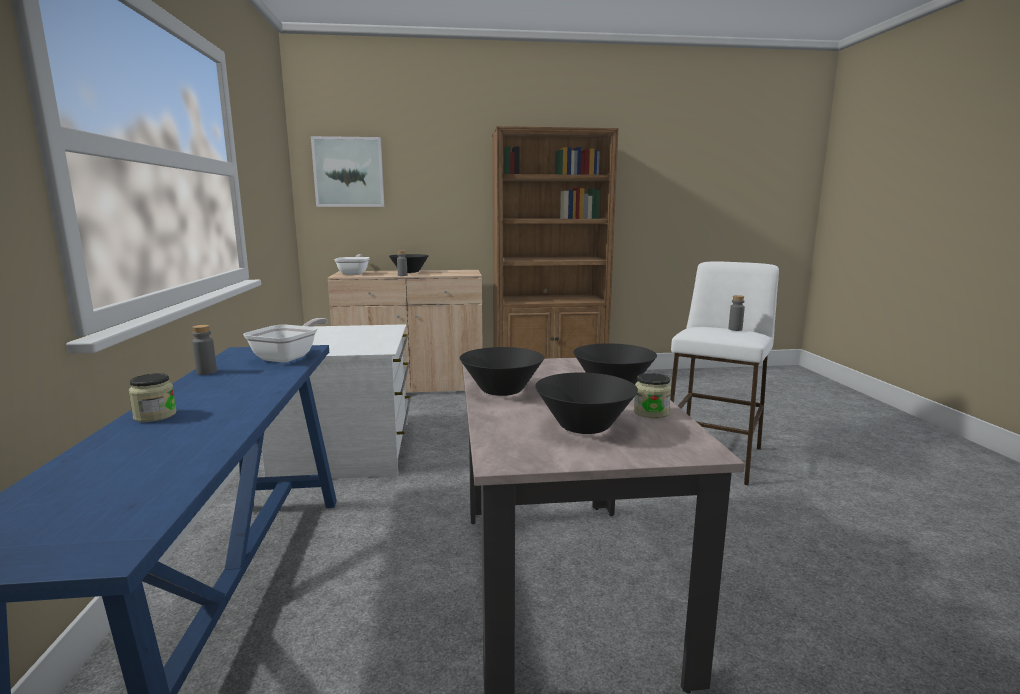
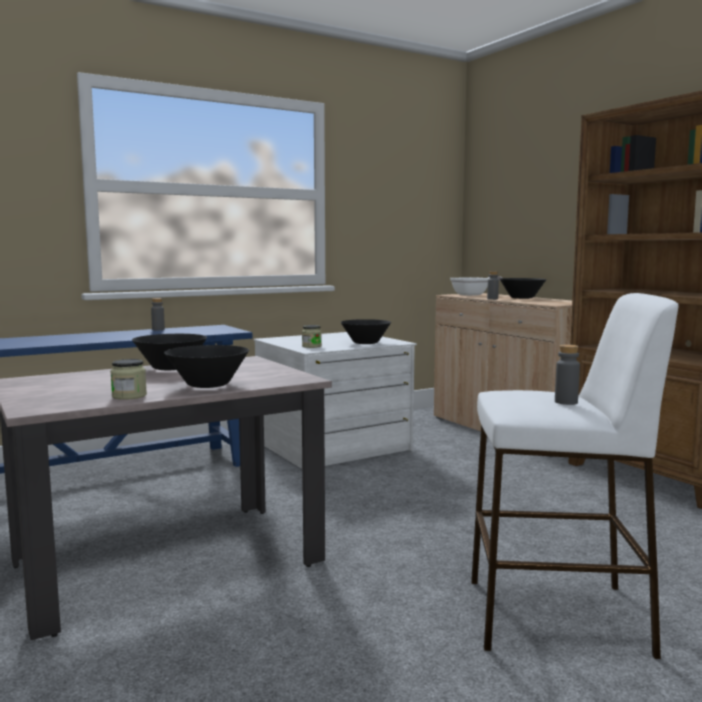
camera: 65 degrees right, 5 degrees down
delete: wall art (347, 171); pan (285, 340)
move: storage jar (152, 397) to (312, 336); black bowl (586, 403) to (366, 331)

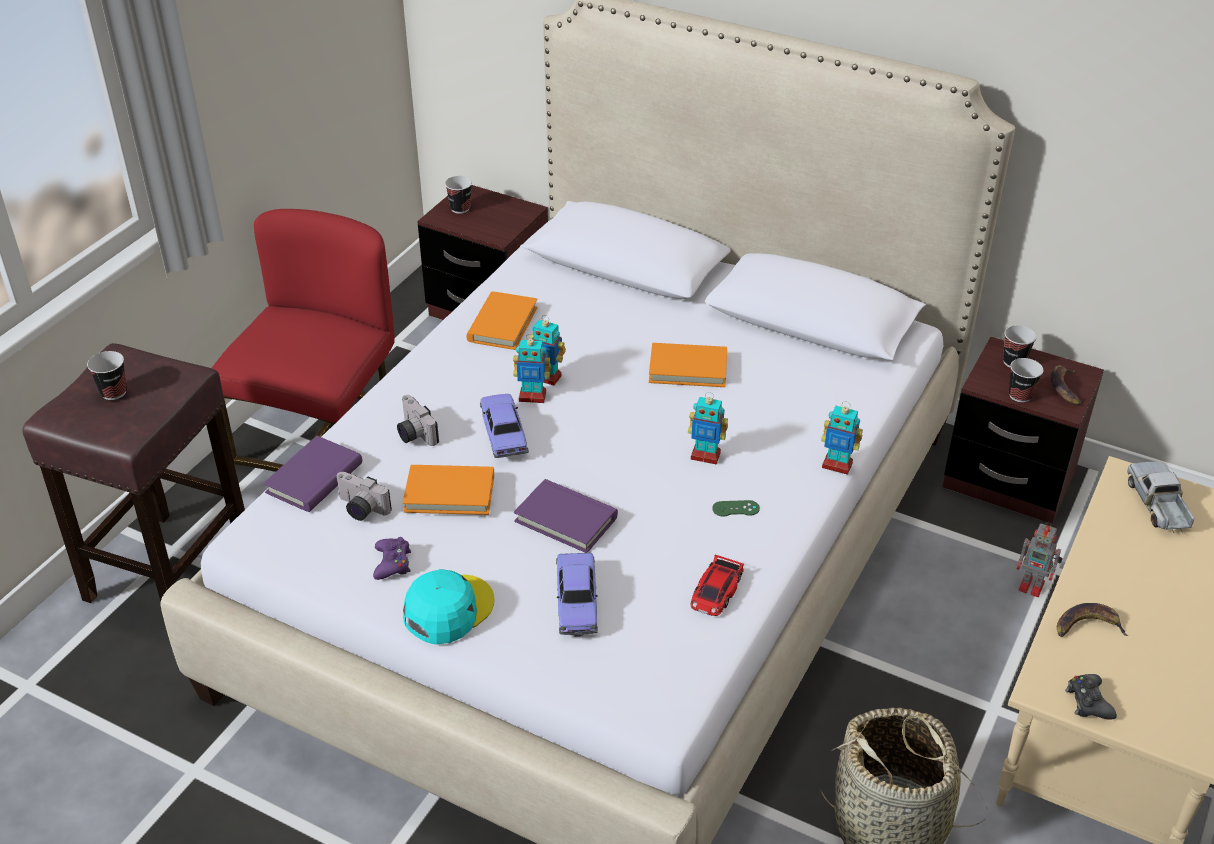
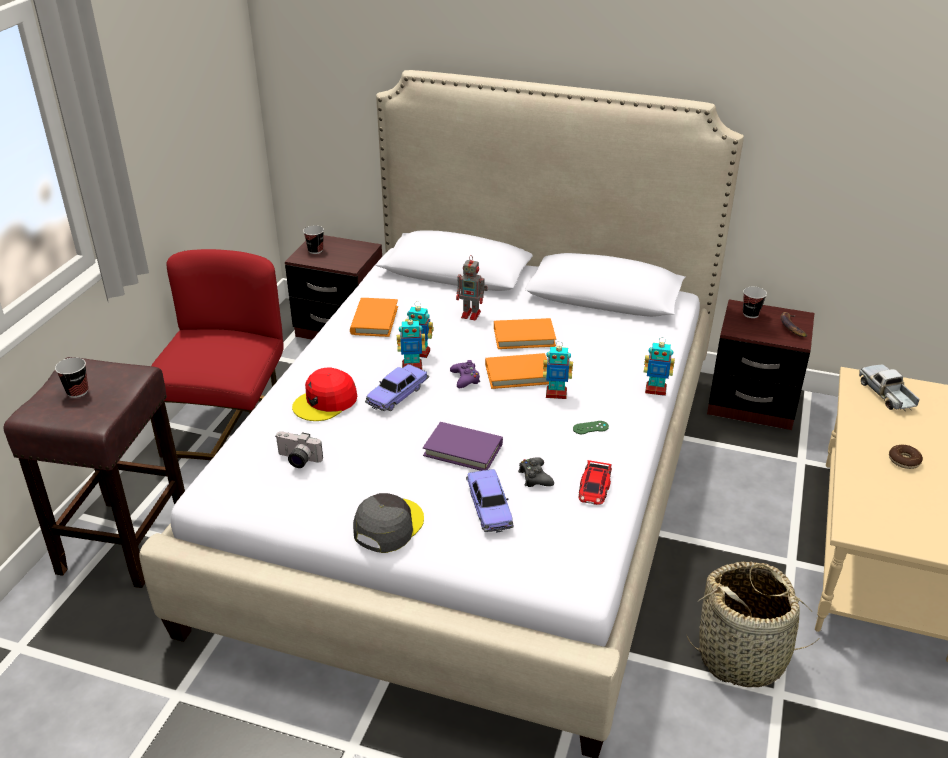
camera: 10 degrees left, 5 degrees down
delete: small cup (1026, 380); purple bound book (312, 474); banana fruit (1092, 620)
insert: doughnut (906, 457)
move: orange-coloured bound book (448, 490) to (517, 371); model robot (1040, 559) to (472, 287); purple joypad (392, 558) to (465, 374); black joypad (1091, 697) to (536, 472)
replace: photo camera (418, 420) to reddish peaked cap (324, 394)
recolor: blue-green peaked cap (449, 606) to greyish peaked cap (388, 523)
rotate: miniature car (504, 426) = (397, 387) 120 degrees counterclockwise

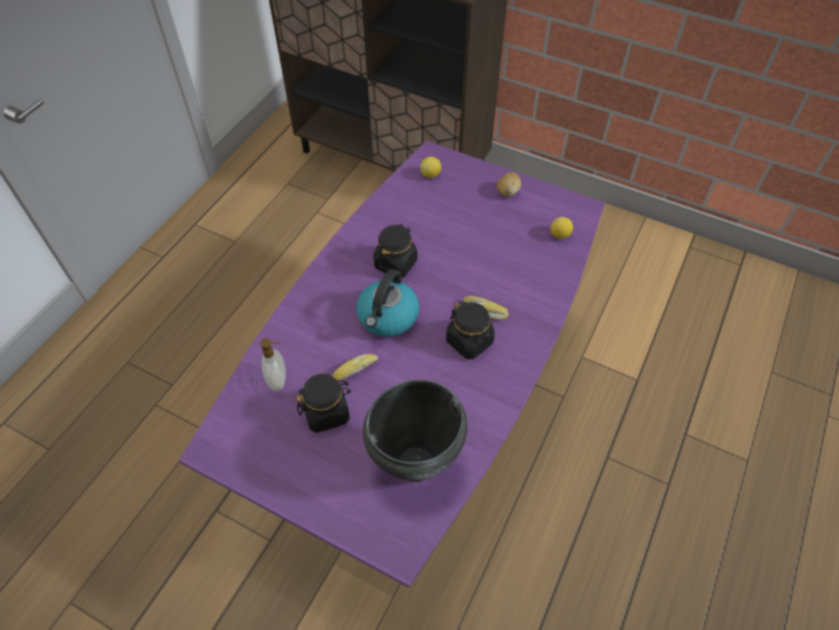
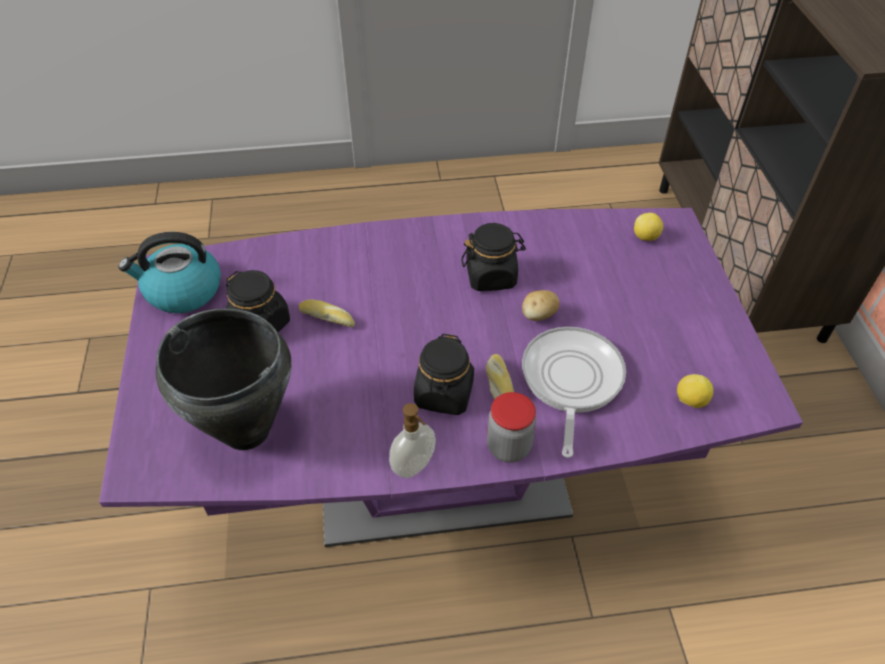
camera: 55 degrees right, 5 degrees down
insert: pan (574, 392); storage jar (511, 427)
move: potato (509, 185) to (540, 305); tea kettle (387, 303) to (169, 272); liquid soap bottle (273, 364) to (412, 440)

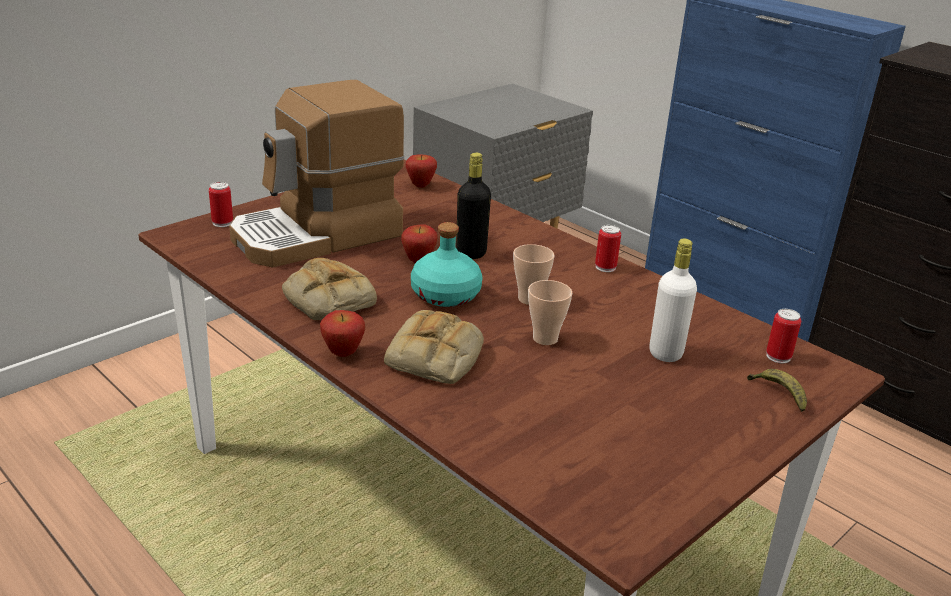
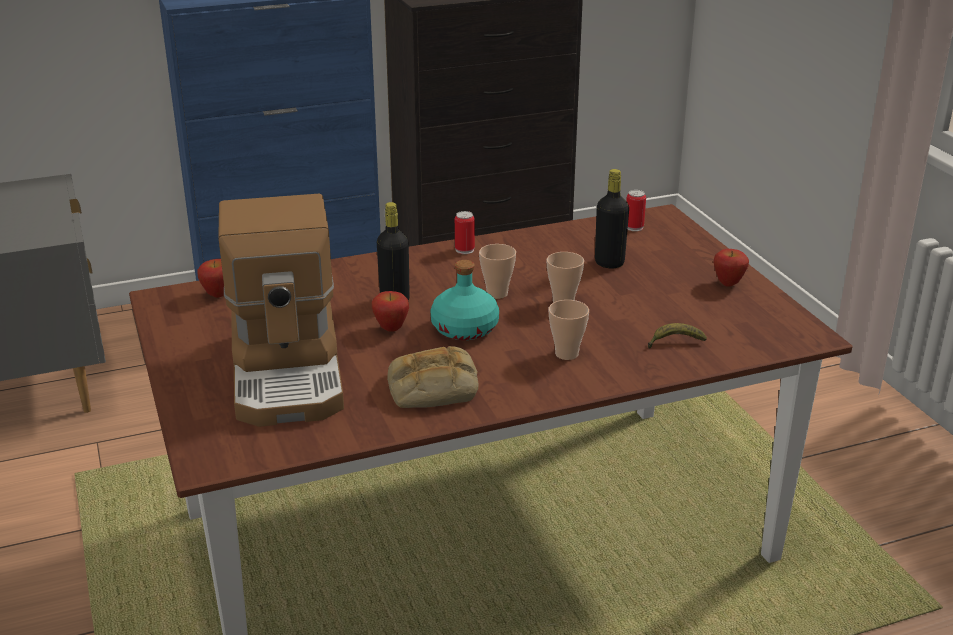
camera: 65 degrees left, 0 degrees up
delete: metal can (221, 204)
move: apple (342, 333) to (731, 268); banana fruit (777, 390) to (677, 336)
replace: bakery bread (434, 347) to small cup (569, 330)
recolor: white drink bottle (673, 300) to black drink bottle (612, 218)

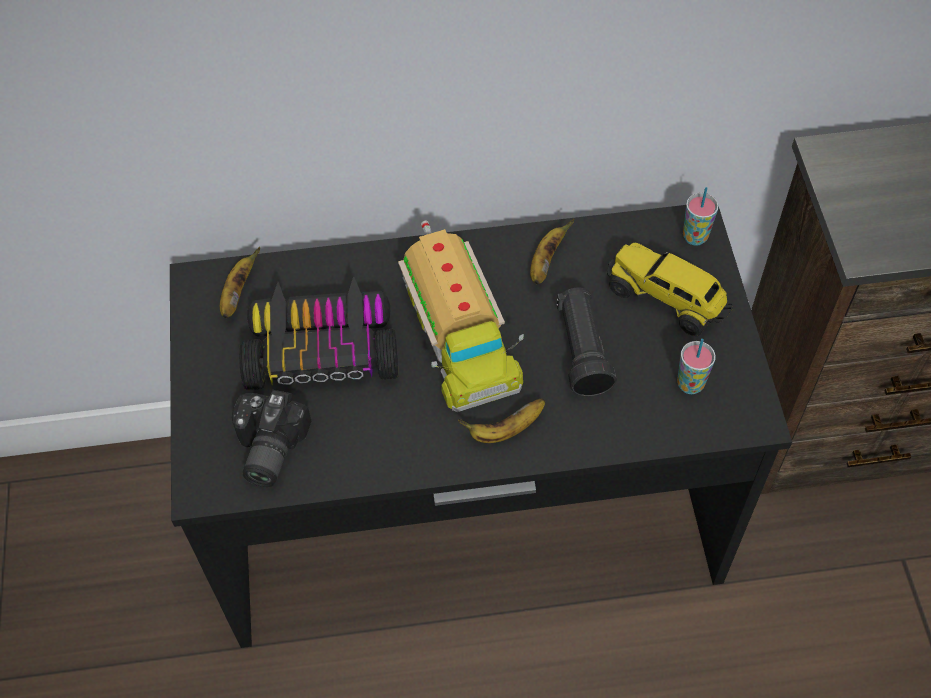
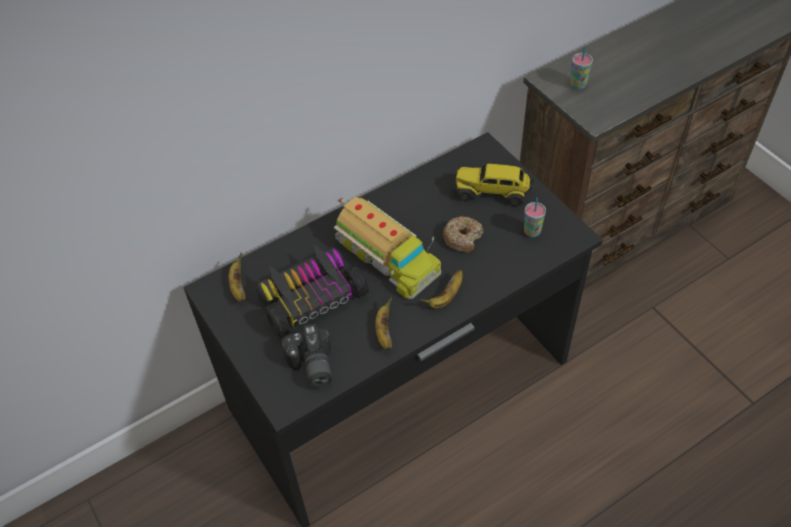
camera: 25 degrees left, 5 degrees down
move: small cup (701, 216) to (581, 67); banana fruit (552, 251) to (383, 323)
replace: black torch (587, 342) to doughnut (463, 234)

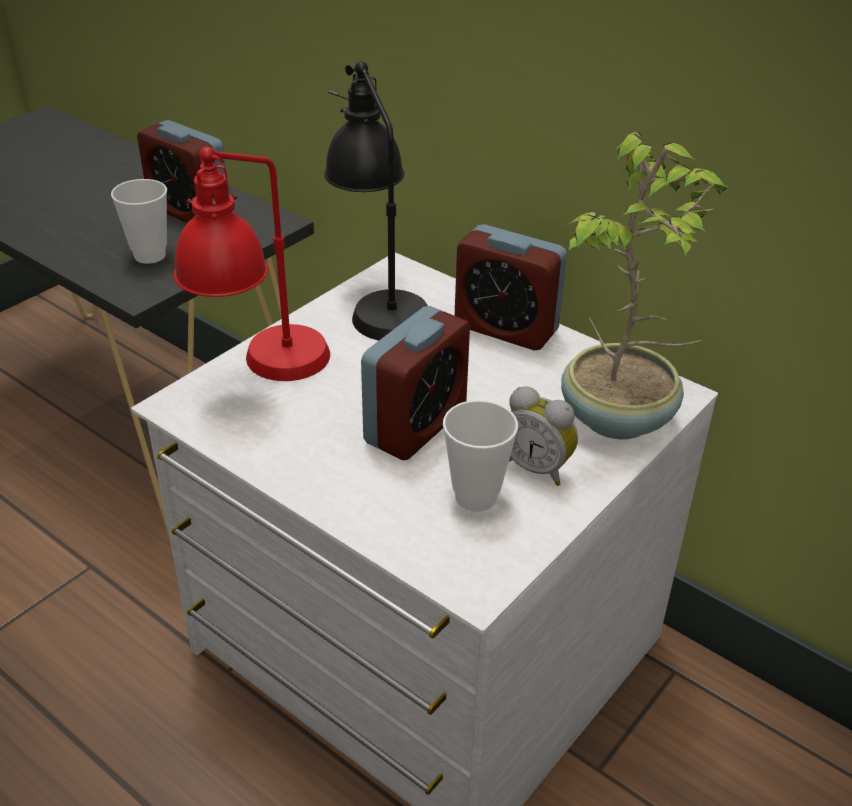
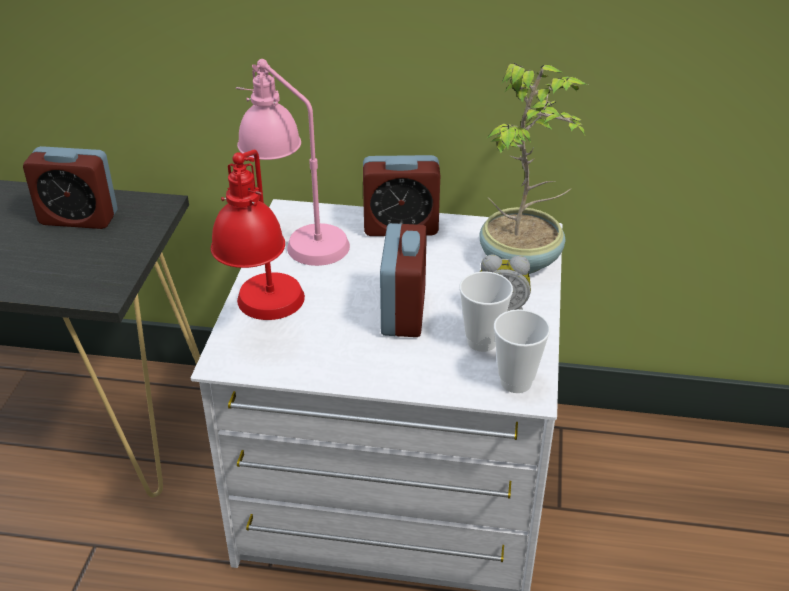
camera: 30 degrees left, 0 degrees up
move: small cup (139, 221) to (522, 351)
recolor: black tabletop lamp (376, 200) to pink-coloured tabletop lamp (293, 162)

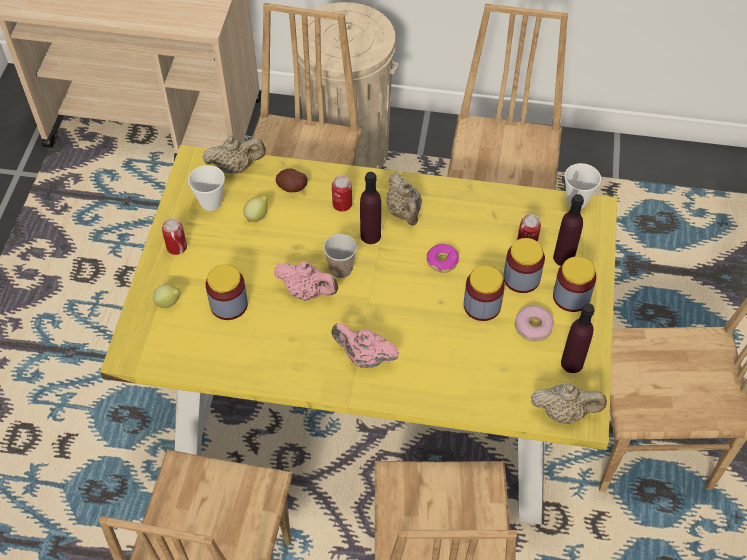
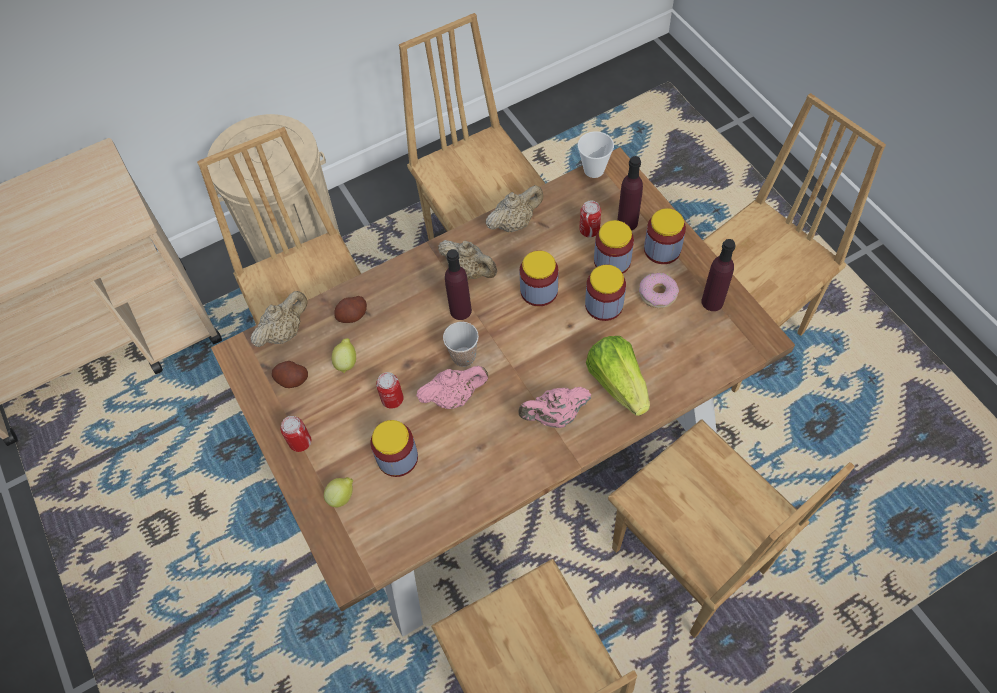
camera: 35 degrees left, 5 degrees up
insert: lettuce (618, 376)
move: metal can (342, 193) to (390, 390); beige teapot (569, 404) to (515, 208)
replace: small cup (206, 188) to potato (290, 374); doughnut (443, 258) to storage jar (539, 278)
recolor: yellowish dinner table (358, 334) to brown-coloured dinner table (503, 392)

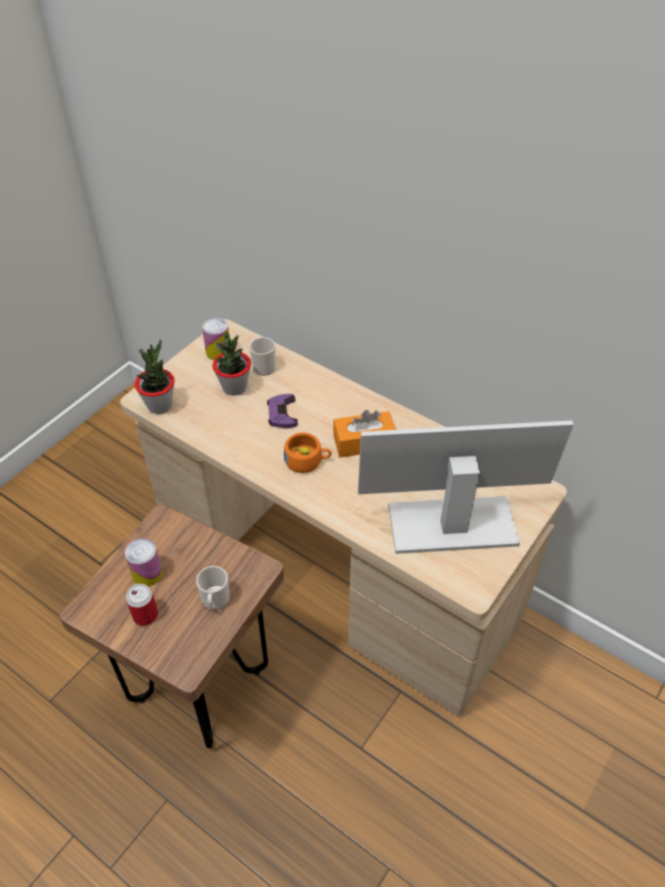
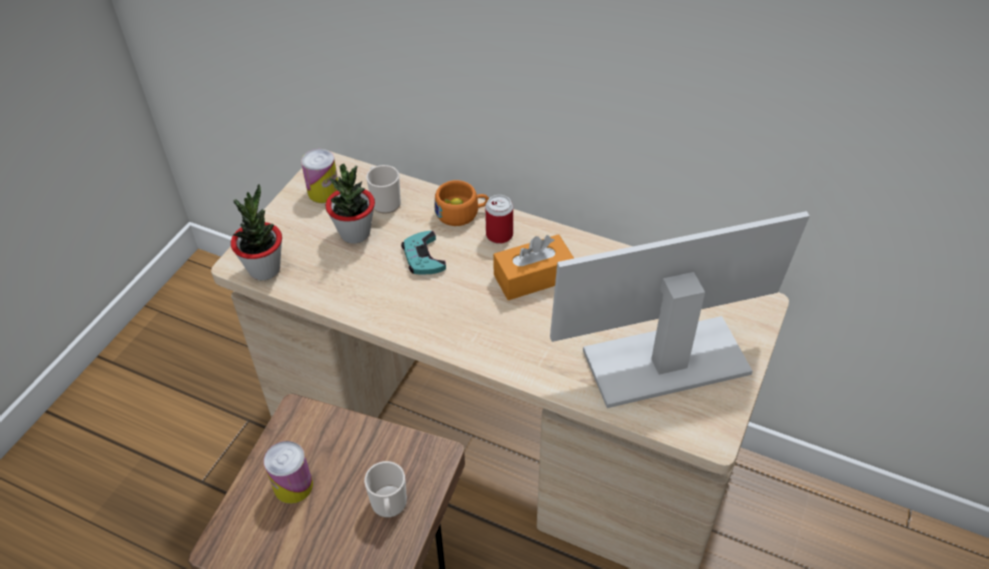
camera: 10 degrees left, 0 degrees up
move: orange-coloured small cup (308, 452) to (462, 203); metal can (142, 605) to (499, 219)
recolor: purple joypad (282, 411) to blue-green joypad (423, 253)

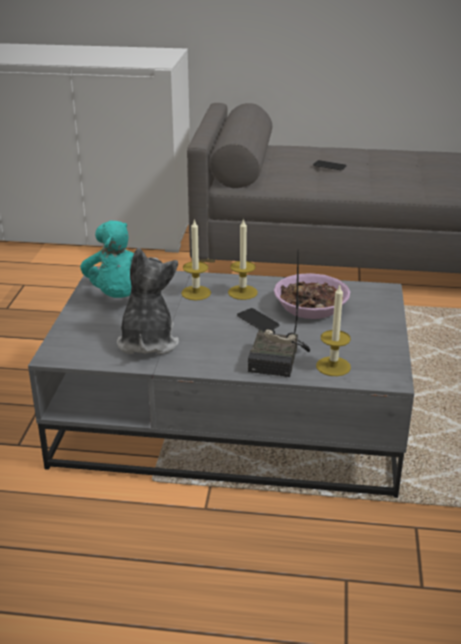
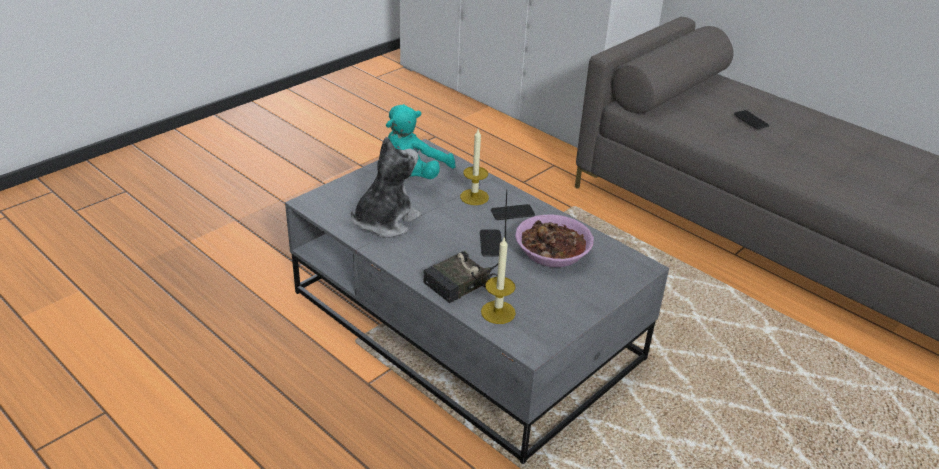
camera: 35 degrees right, 5 degrees up
replace: candle (243, 259) to handset (513, 212)

